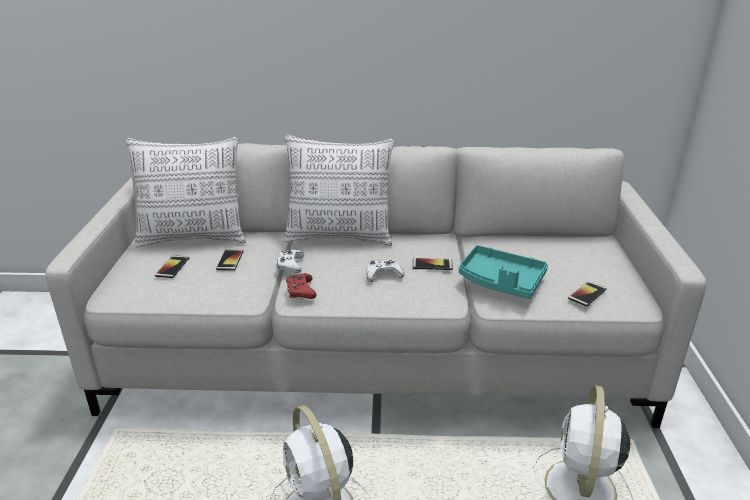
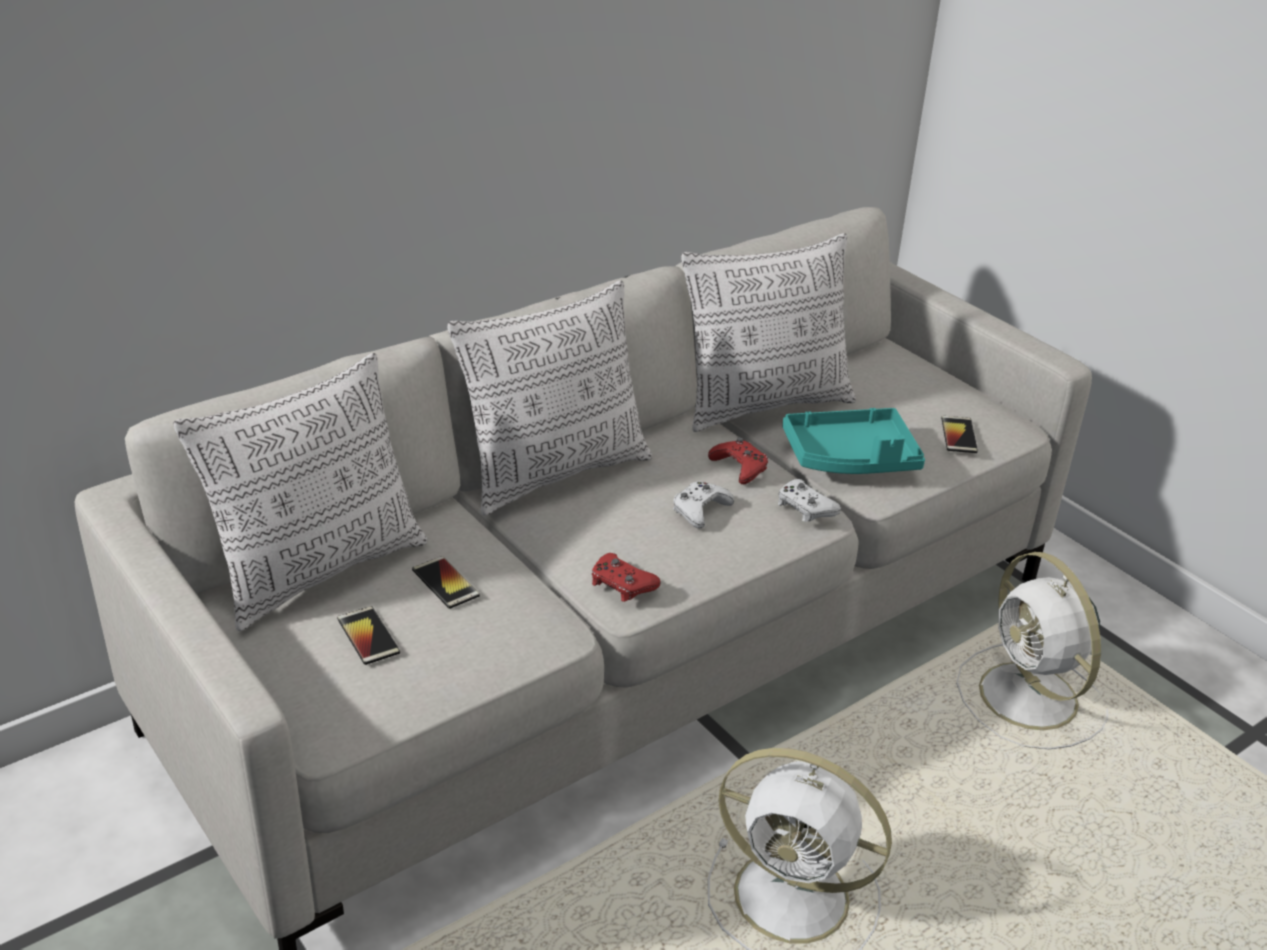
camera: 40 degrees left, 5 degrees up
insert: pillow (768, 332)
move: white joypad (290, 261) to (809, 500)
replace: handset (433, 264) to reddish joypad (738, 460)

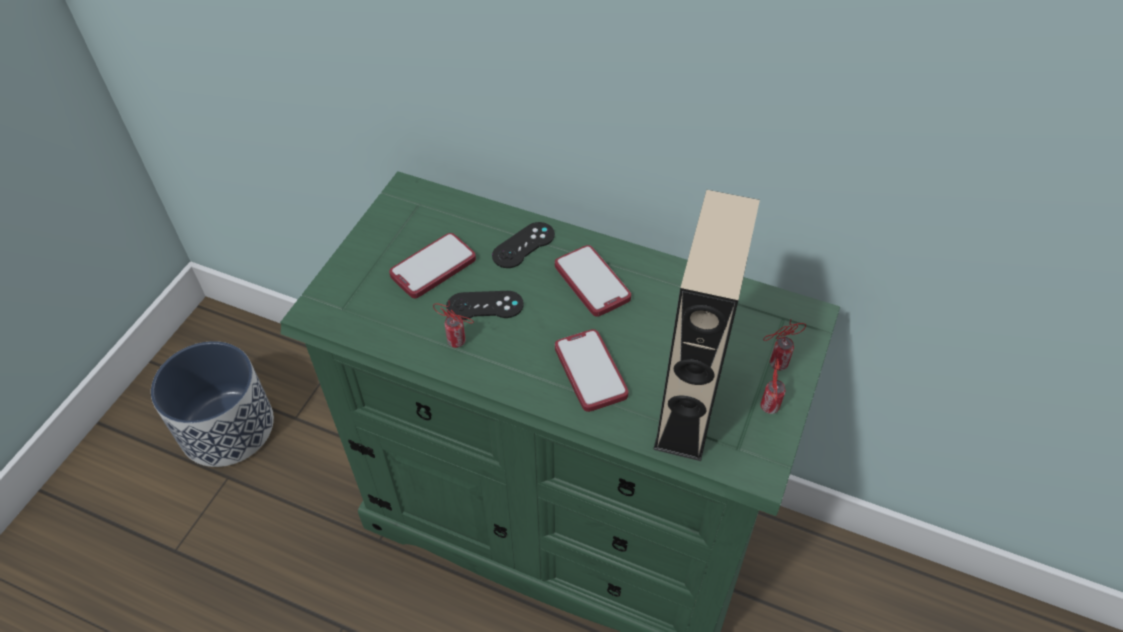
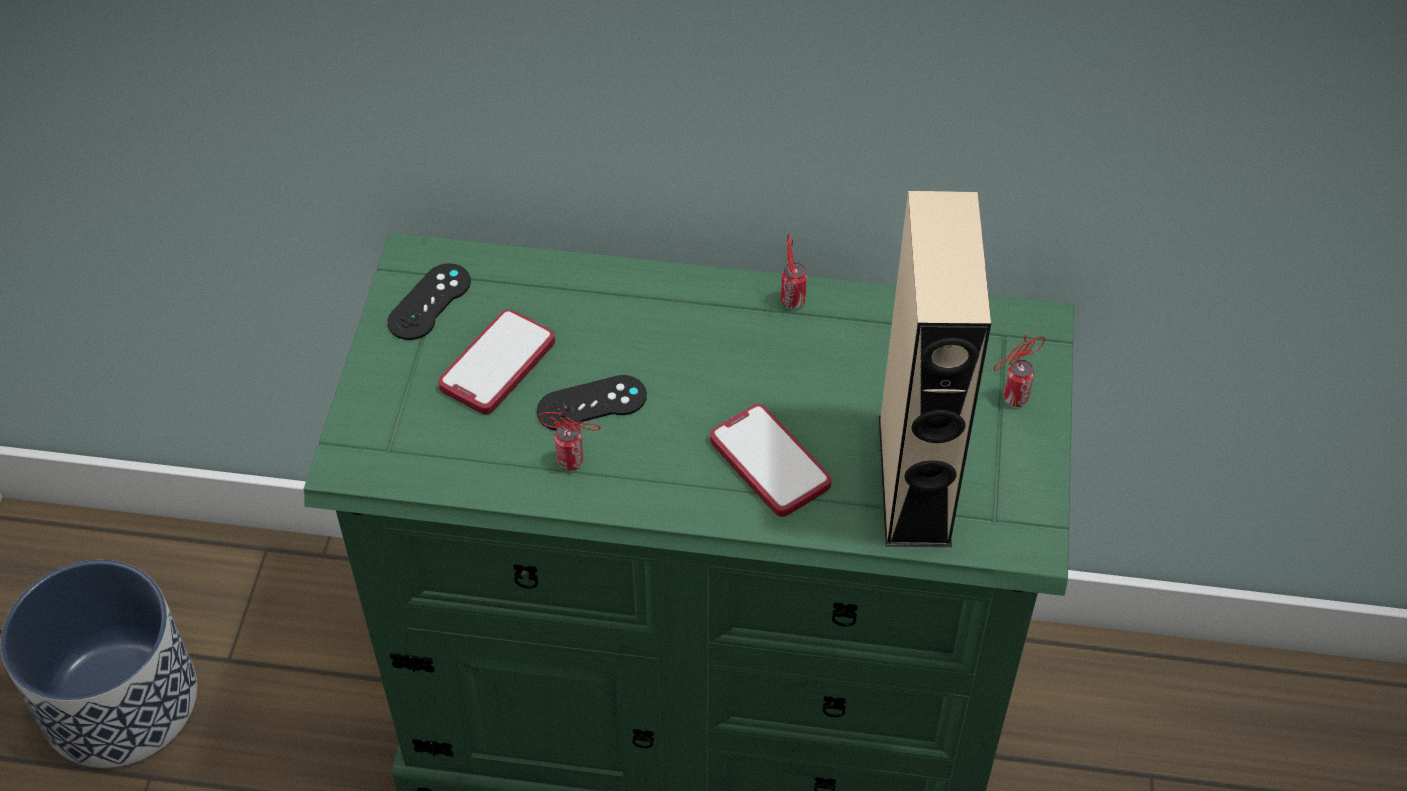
camera: 15 degrees left, 0 degrees up
delete: handset (593, 281)
move: black joypad (523, 245) to (429, 301); metal can (772, 386) to (794, 271)

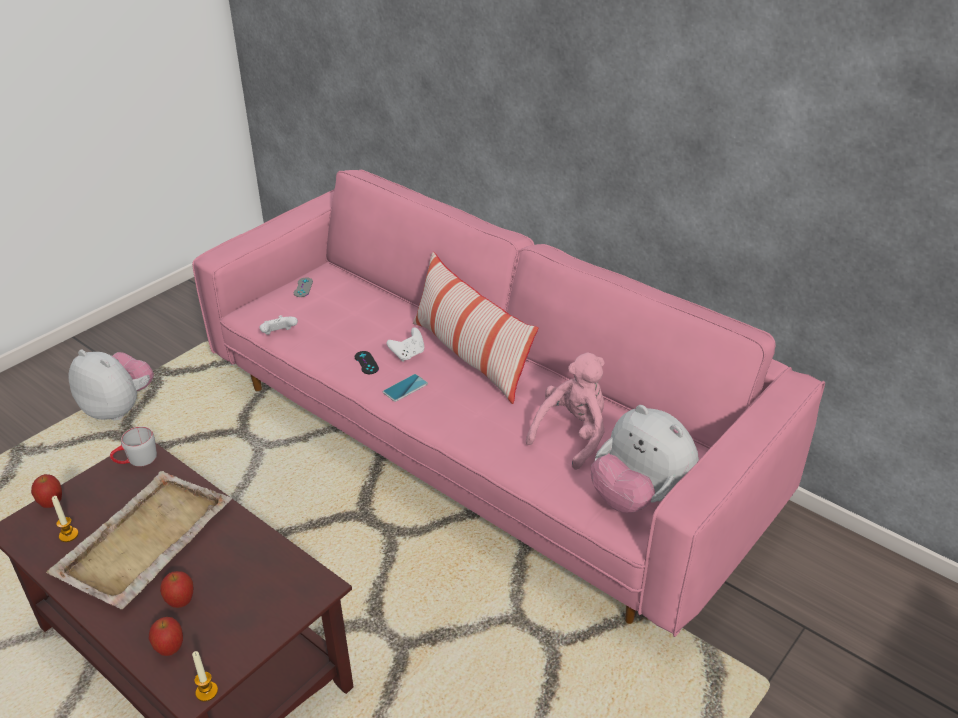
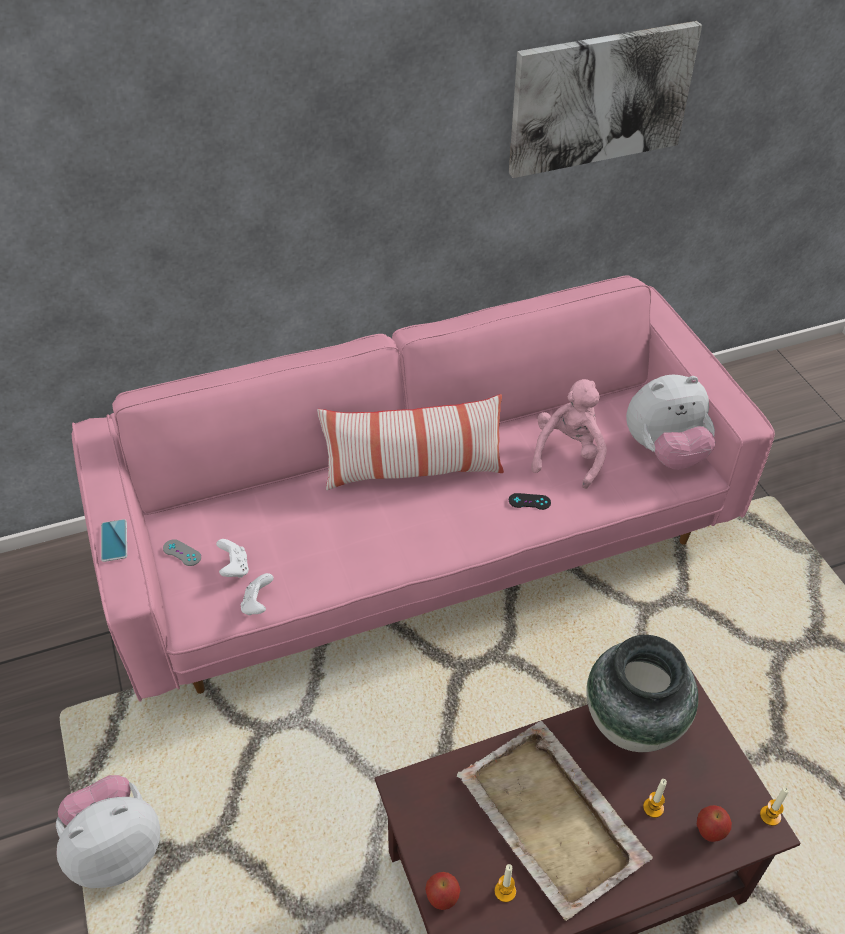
camera: 60 degrees left, 10 degrees up
delete: greyish mug (133, 446)
insert: wall art (605, 99); flower vase (642, 693)
move: white joypad (405, 345) to (232, 558); black joypad (367, 362) to (530, 501); handset (405, 388) to (114, 540)
replace: apple (177, 589) to candle (655, 798)
rotate: pink-coloured plush toy (565, 411) = (569, 434) 45 degrees clockwise

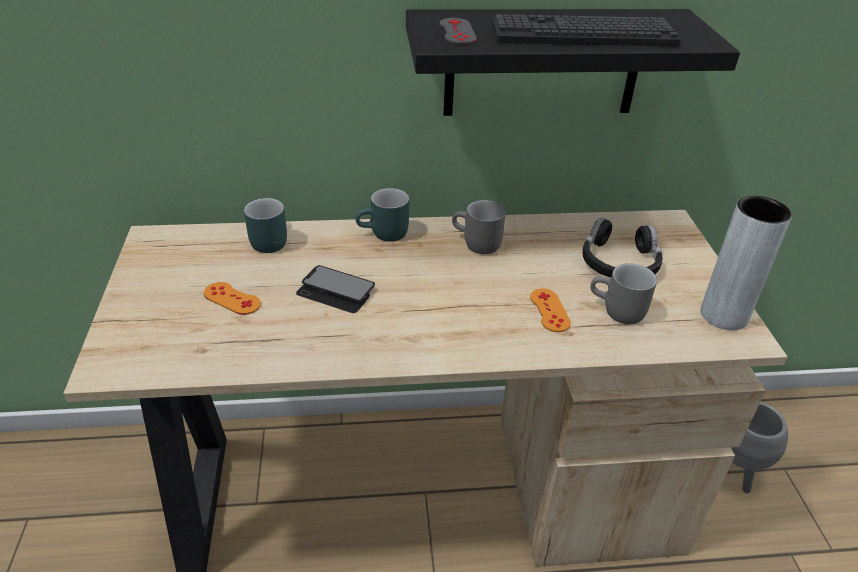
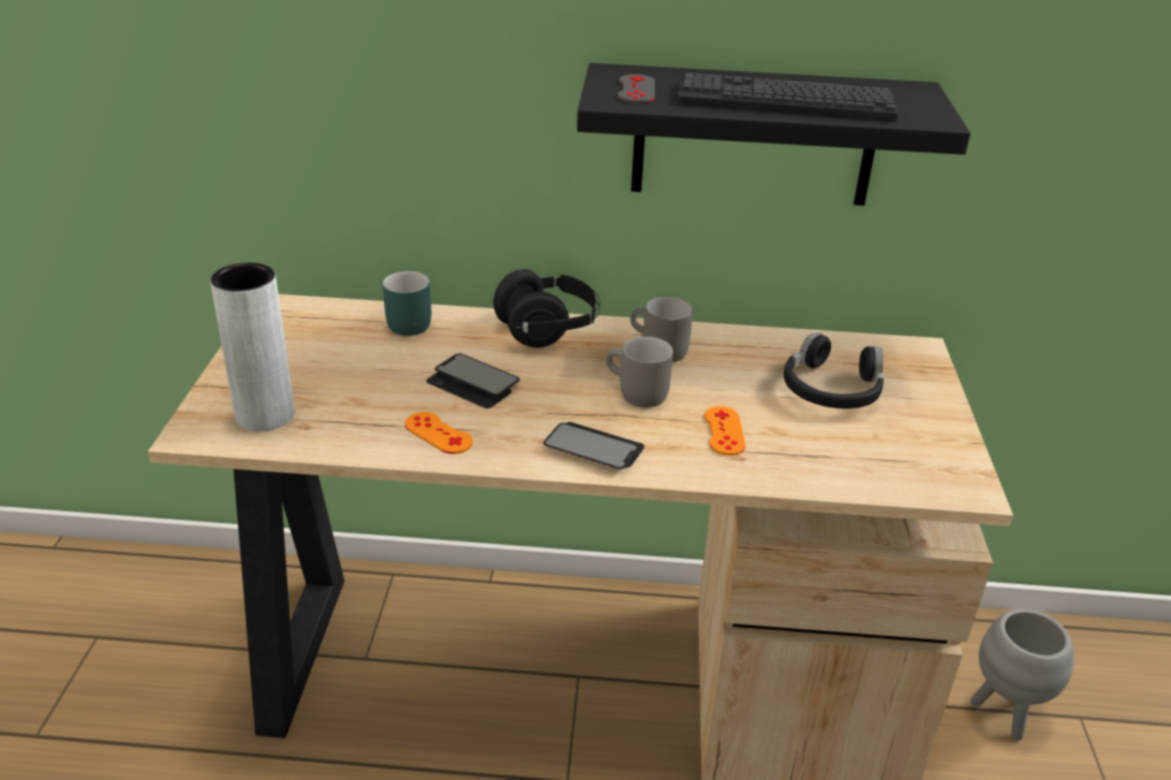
camera: 10 degrees right, 5 degrees down
insert: handset (594, 445)
move: greyish flower vase (746, 263) to (252, 347); greyish mug (623, 293) to (639, 372); orange-coloured joypad (232, 298) to (439, 433)
replace: blue-green mug (382, 215) to black headset (546, 308)

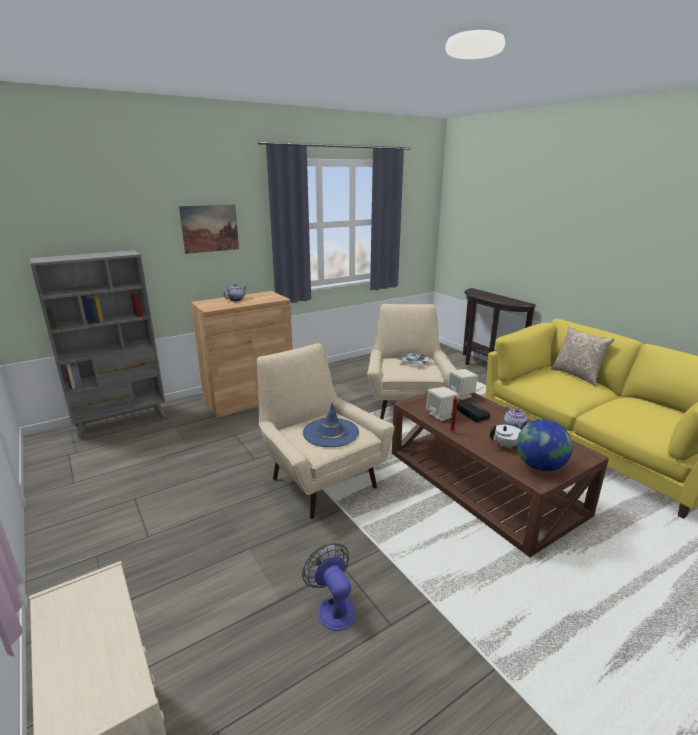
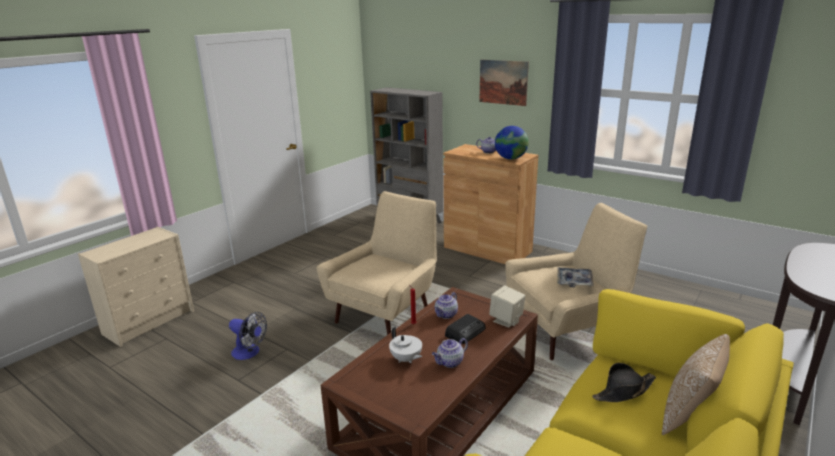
camera: 70 degrees right, 0 degrees up
delete: blue-coloured hat (331, 424)
insert: black hat (624, 382)
move: desk globe (544, 445) to (512, 142)
replace: beige speaker (442, 404) to teapot (446, 305)
rotate: fan (329, 587) = (248, 336) 75 degrees clockwise

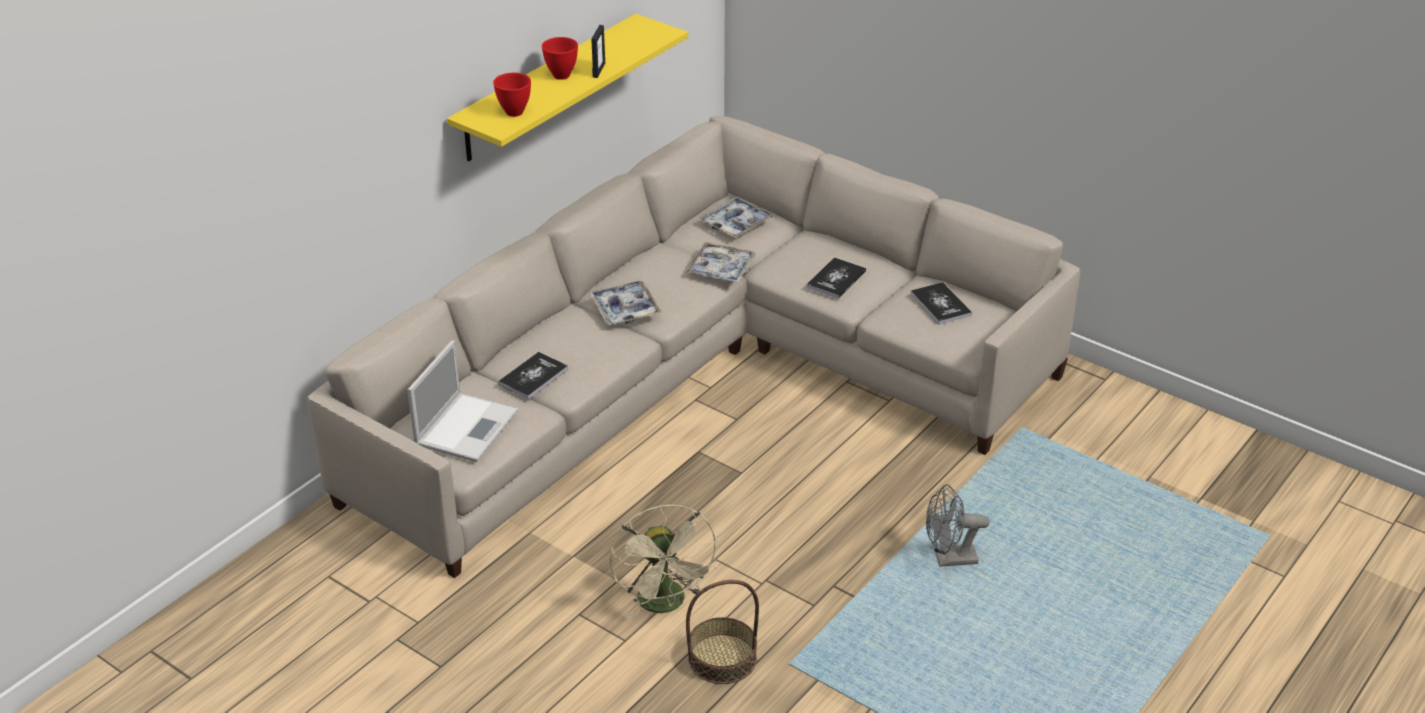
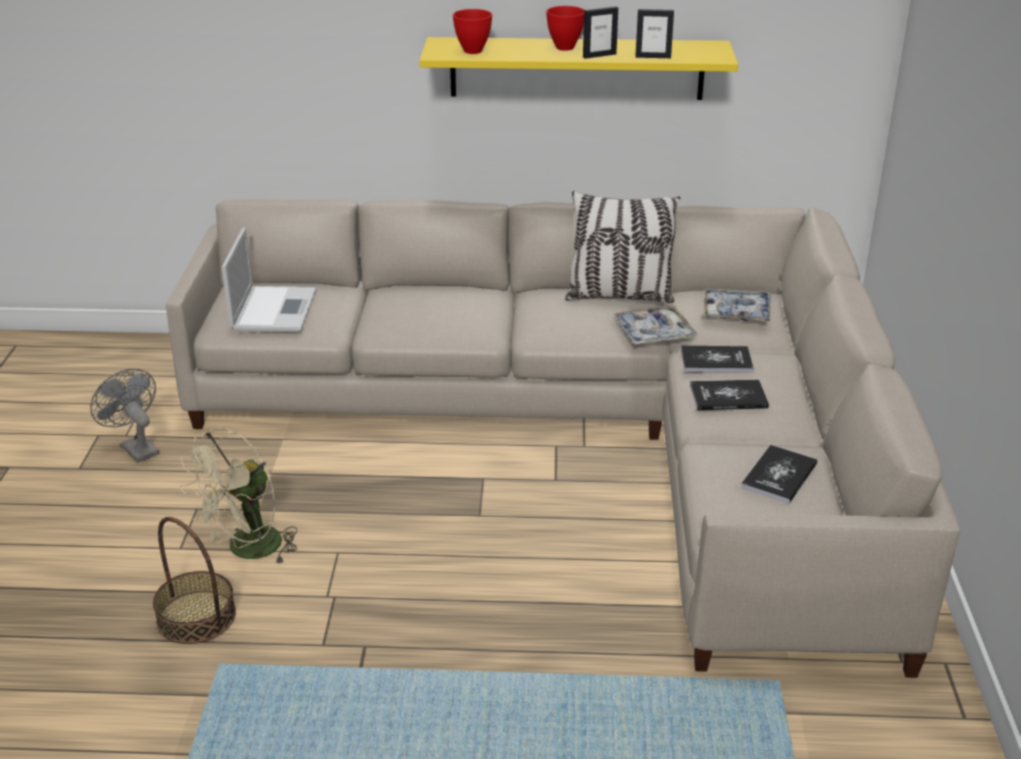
camera: 55 degrees right, 5 degrees down
delete: tray (625, 303)
insert: photo frame (654, 33); pillow (622, 247)
move: bound book (533, 376) to (717, 359); greyish fan (958, 525) to (124, 416)
rotate: portable computer (462, 401) = (269, 280) 75 degrees counterclockwise

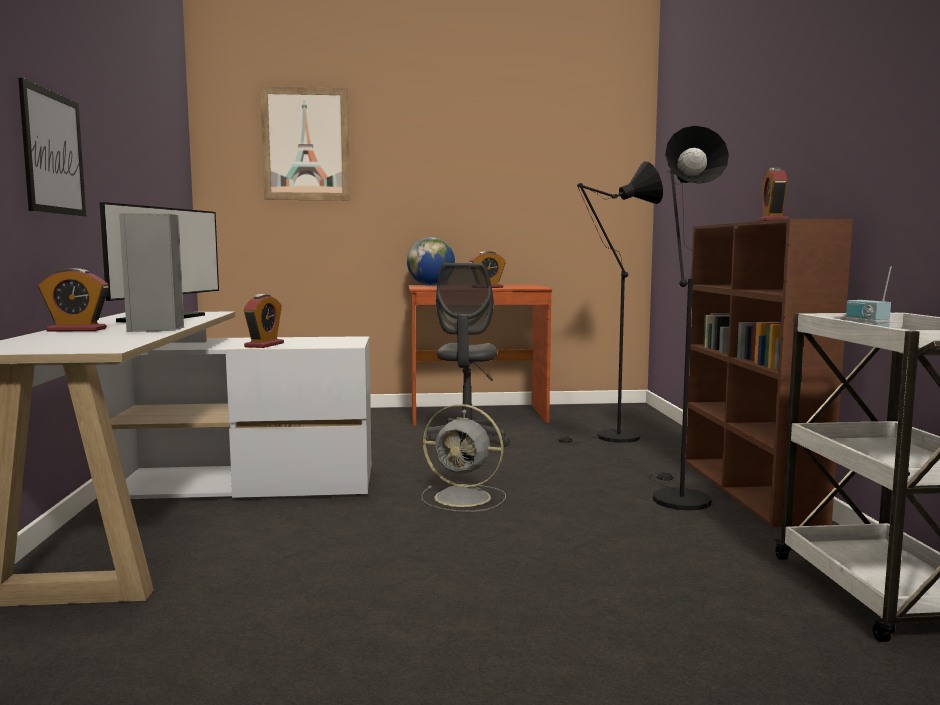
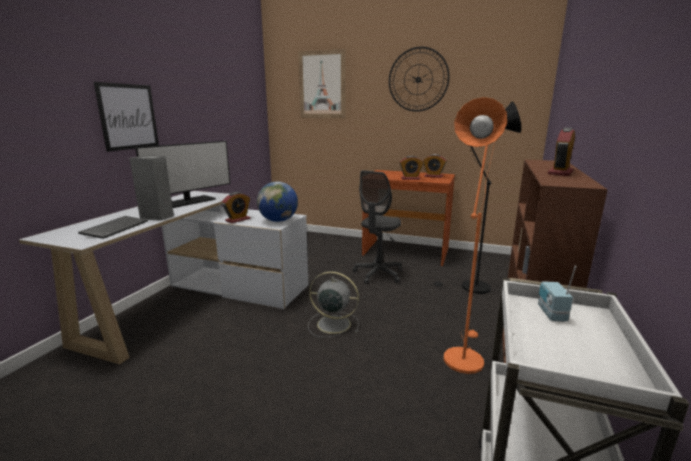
camera: 25 degrees right, 10 degrees up
insert: wall clock (419, 79); keyboard (113, 227)
move: desk globe (431, 261) to (277, 202); alarm clock (74, 300) to (434, 166)
recolor: black floor lamp (689, 318) to orange-coloured floor lamp (475, 235)
rotate: greyish fan (464, 458) = (333, 304) 150 degrees clockwise

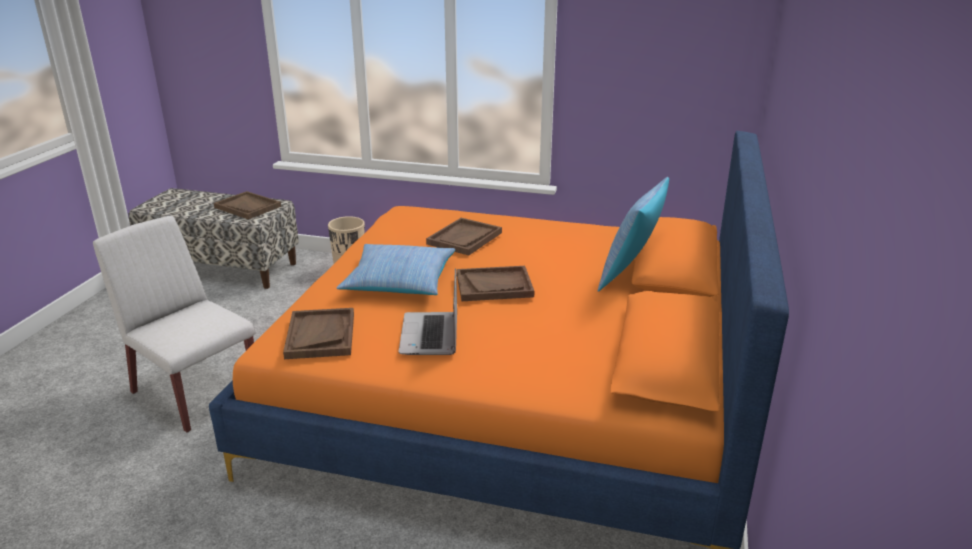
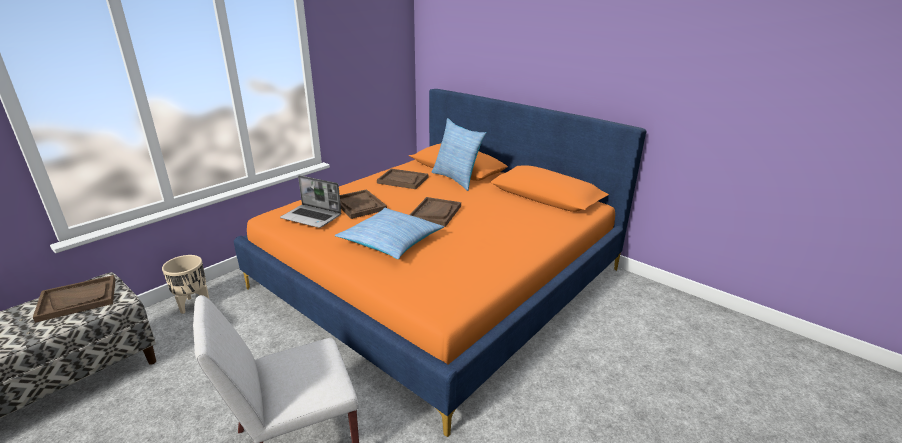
camera: 65 degrees left, 0 degrees up
move: portable computer (427, 311) to (310, 201); brown-coloured tray (318, 333) to (402, 179)

